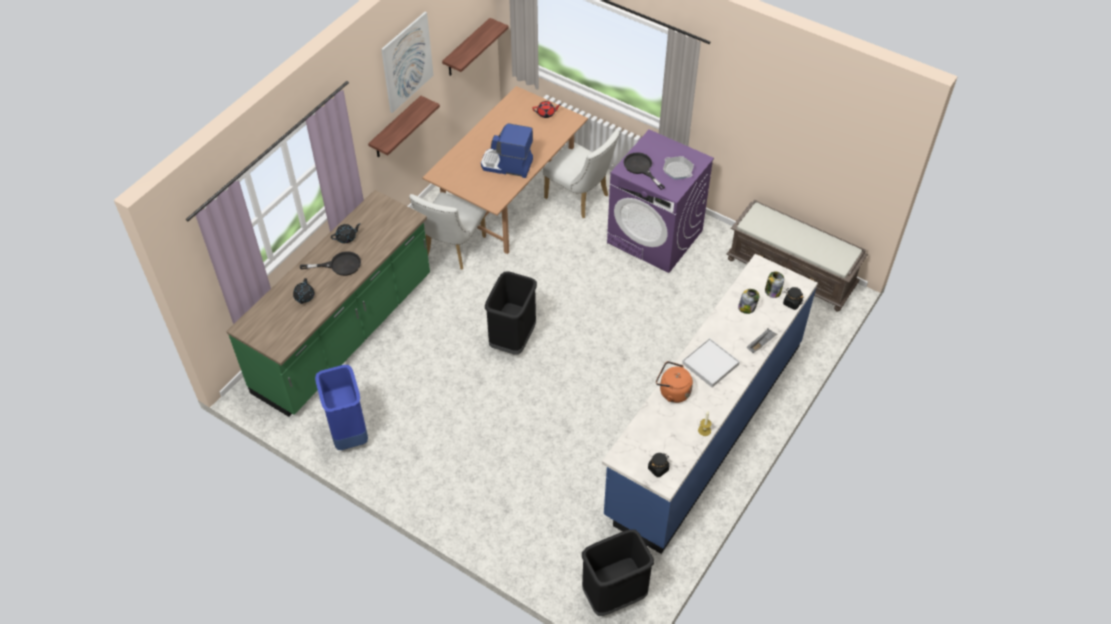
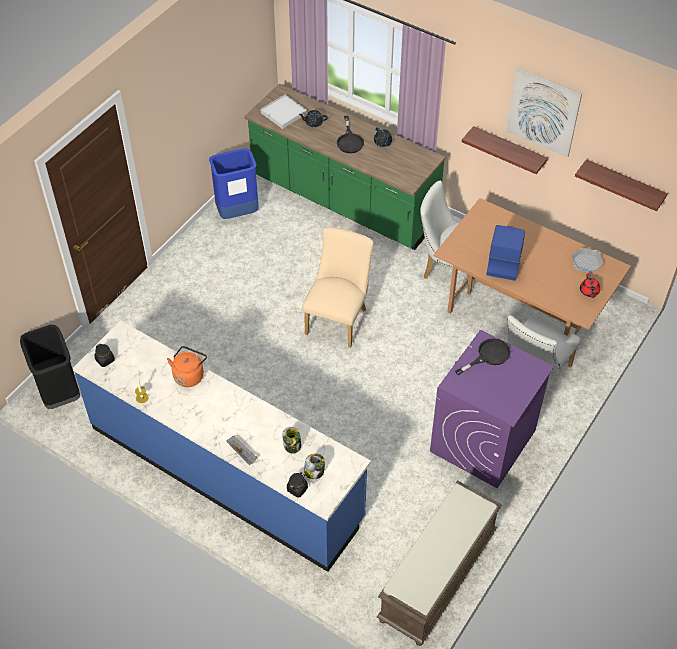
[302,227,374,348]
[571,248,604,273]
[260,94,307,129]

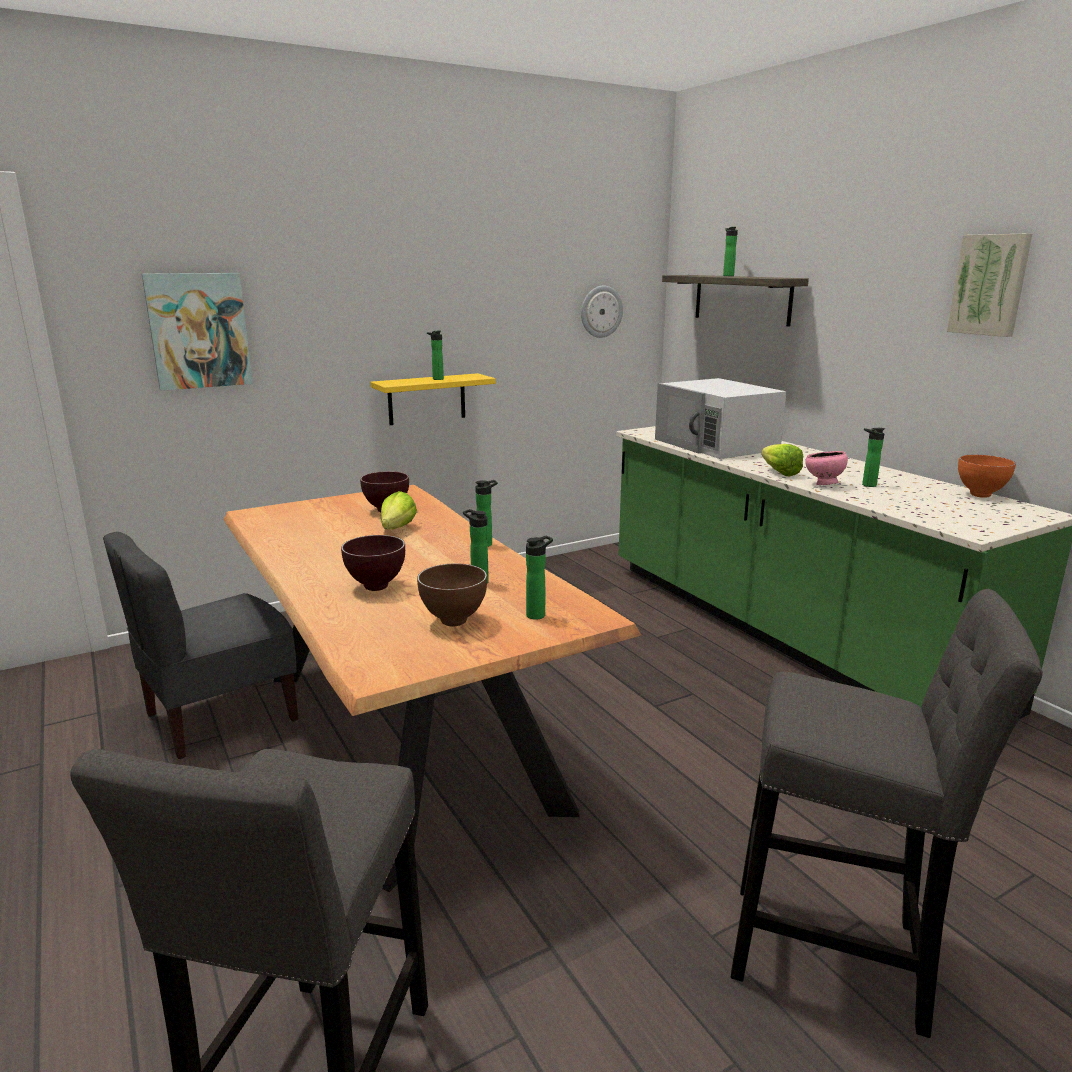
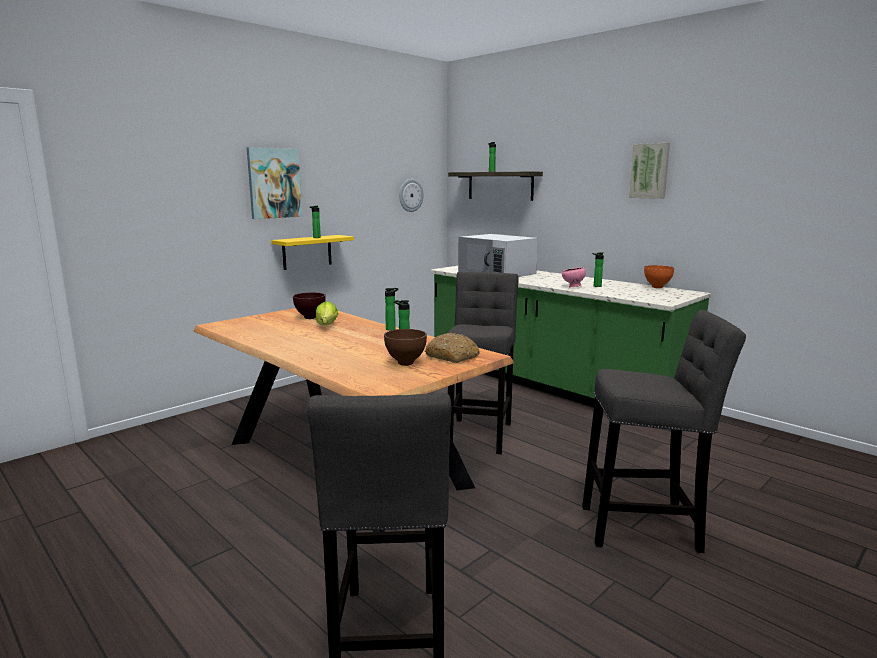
[103,532,299,759] (first image)
[247,147,302,219]
[341,535,405,591] (first image)
[425,333,480,363]
[761,444,803,477] (first image)
[447,272,518,454]

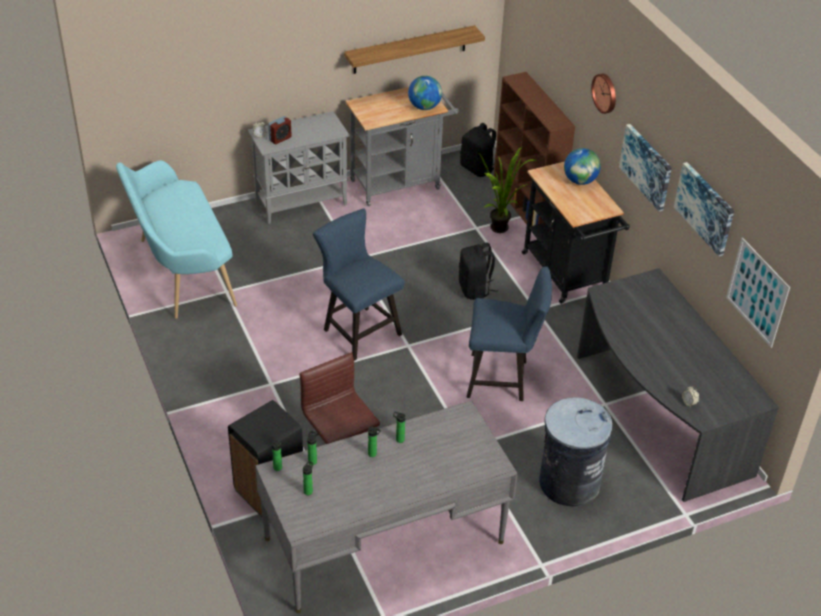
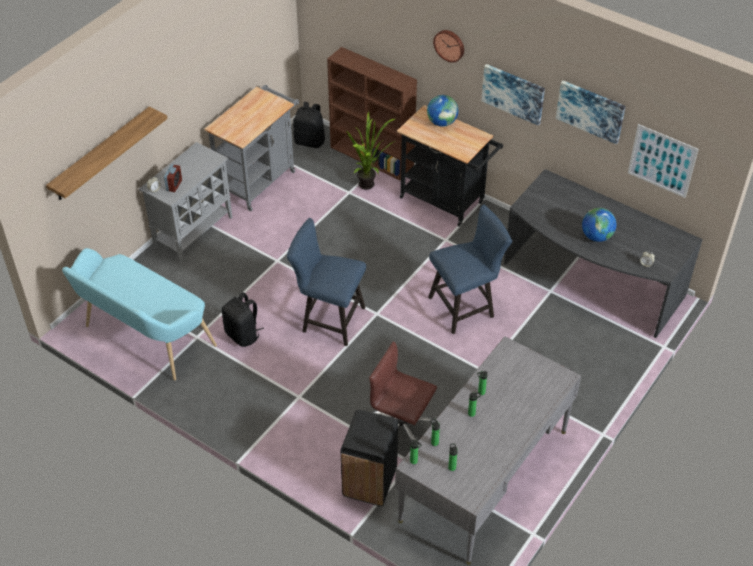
[46,106,168,200]
[582,208,616,242]
[222,292,264,347]
[539,398,612,506] (first image)

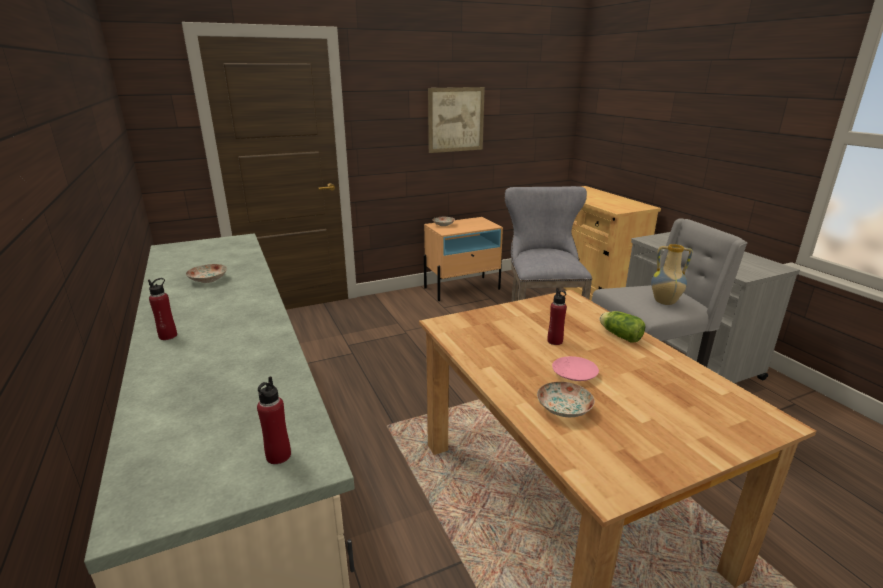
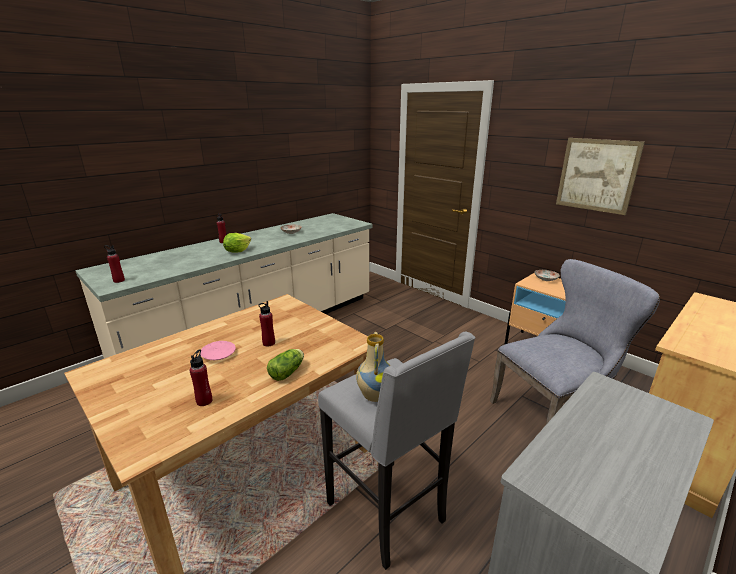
[537,382,595,417] (first image)
[190,350,212,406]
[223,233,251,253]

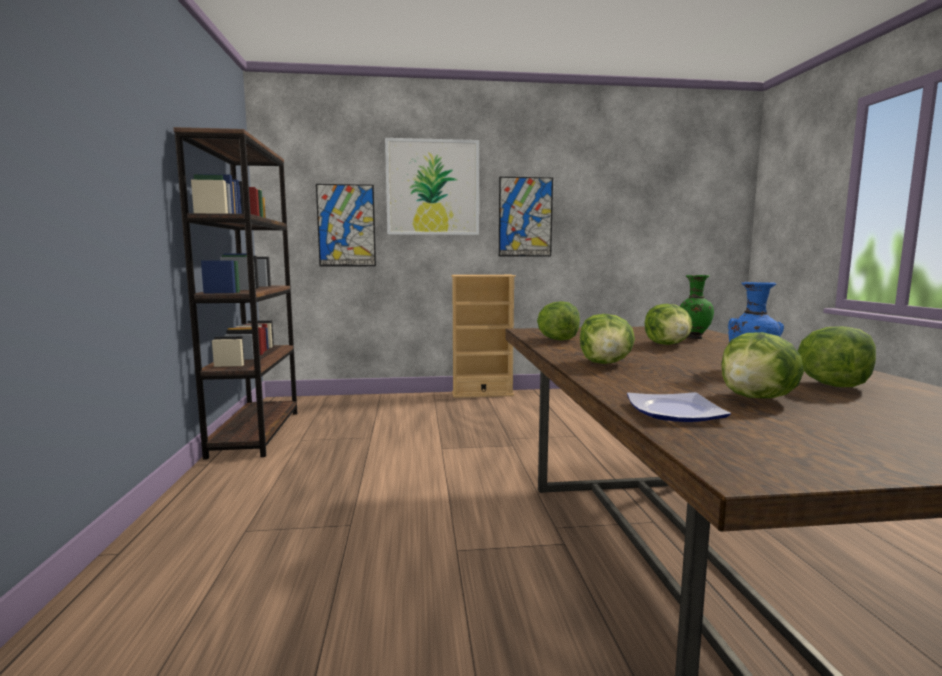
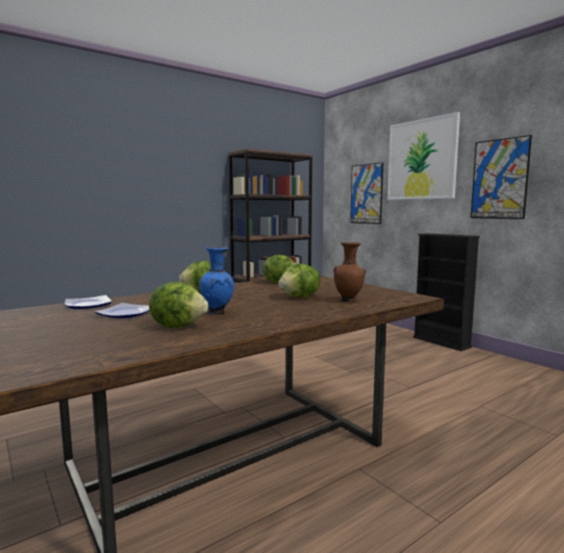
[413,233,480,351]
[333,242,366,302]
[95,303,150,318]

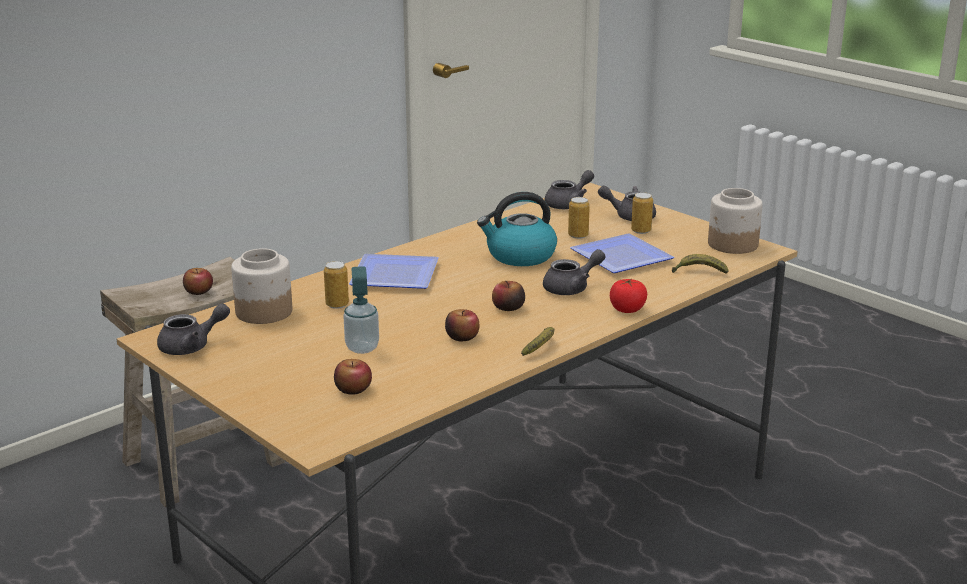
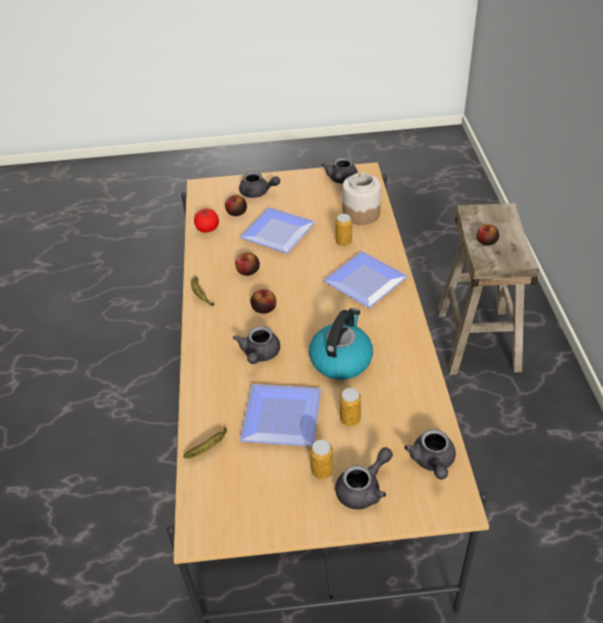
[240,207,315,253]
[194,209,219,233]
[708,188,762,254] (first image)
[239,172,280,198]

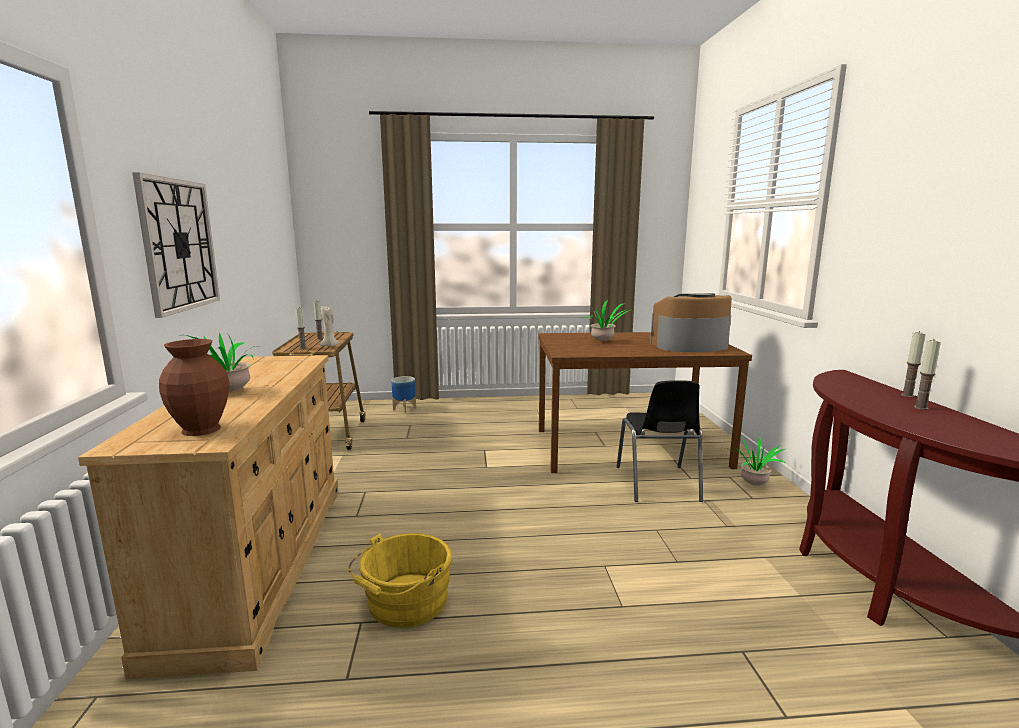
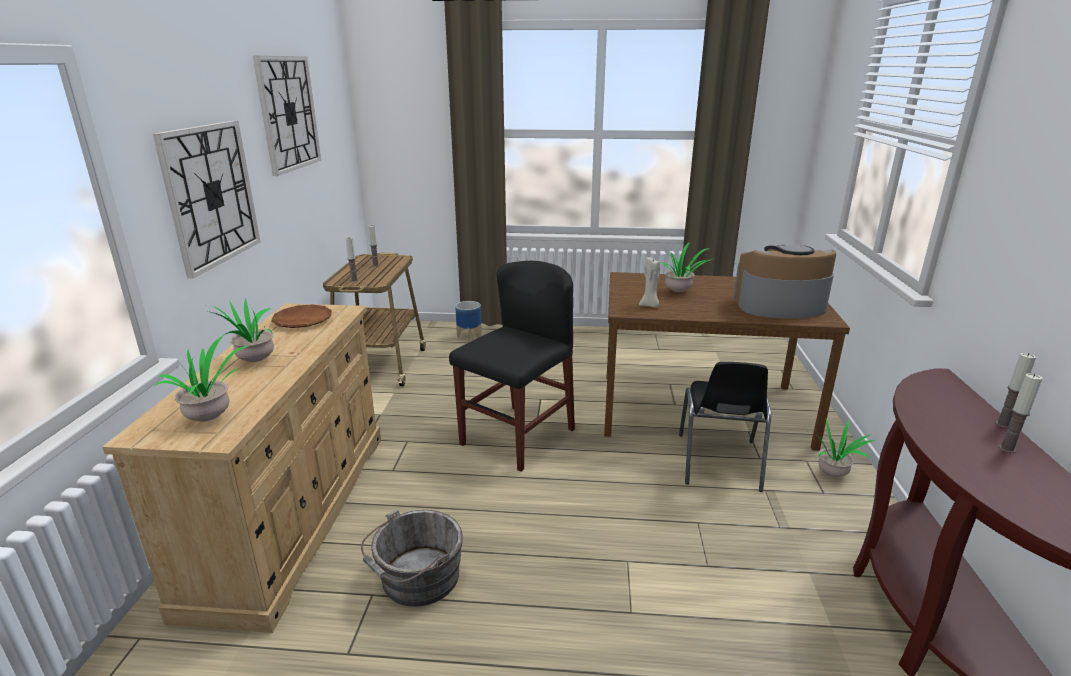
[154,335,250,422]
[639,257,660,307]
[361,509,463,607]
[253,56,321,176]
[271,304,332,328]
[449,261,575,472]

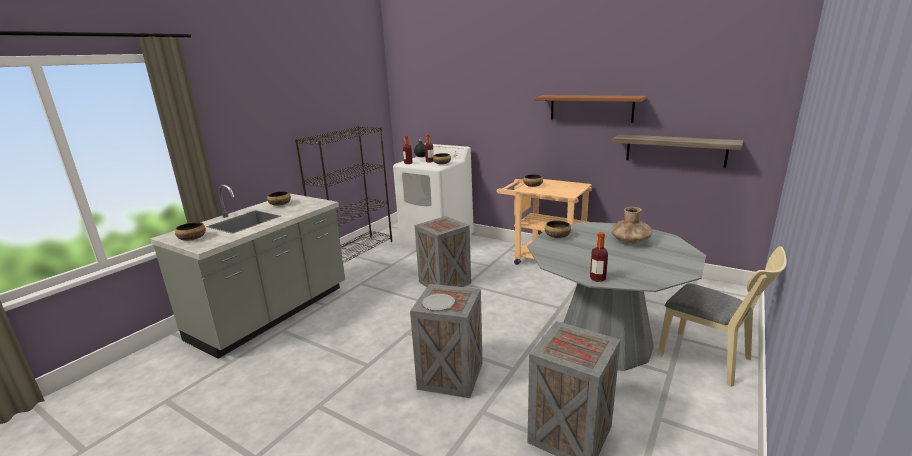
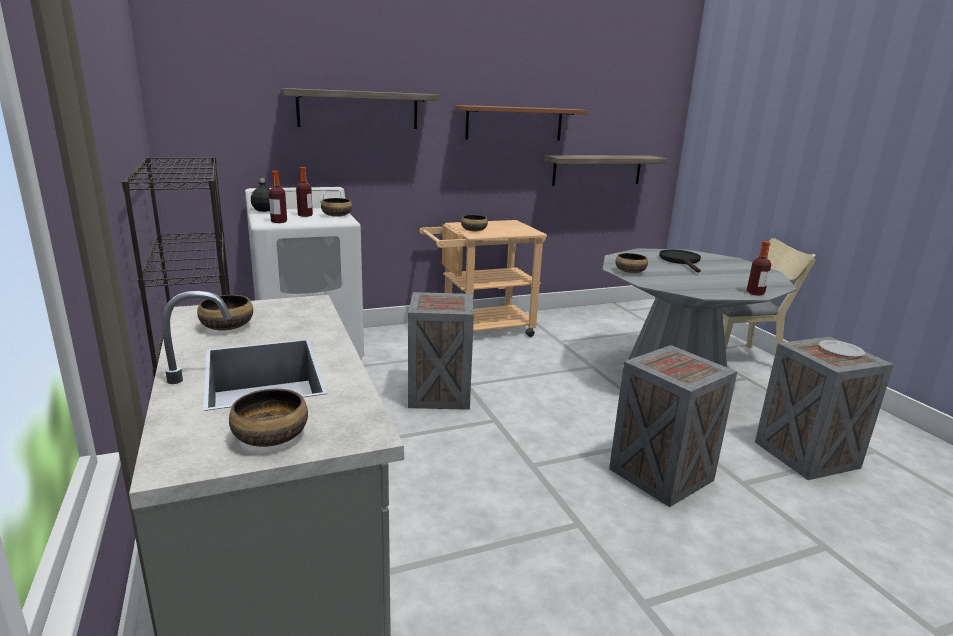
[819,340,865,357]
[659,250,701,273]
[281,88,439,129]

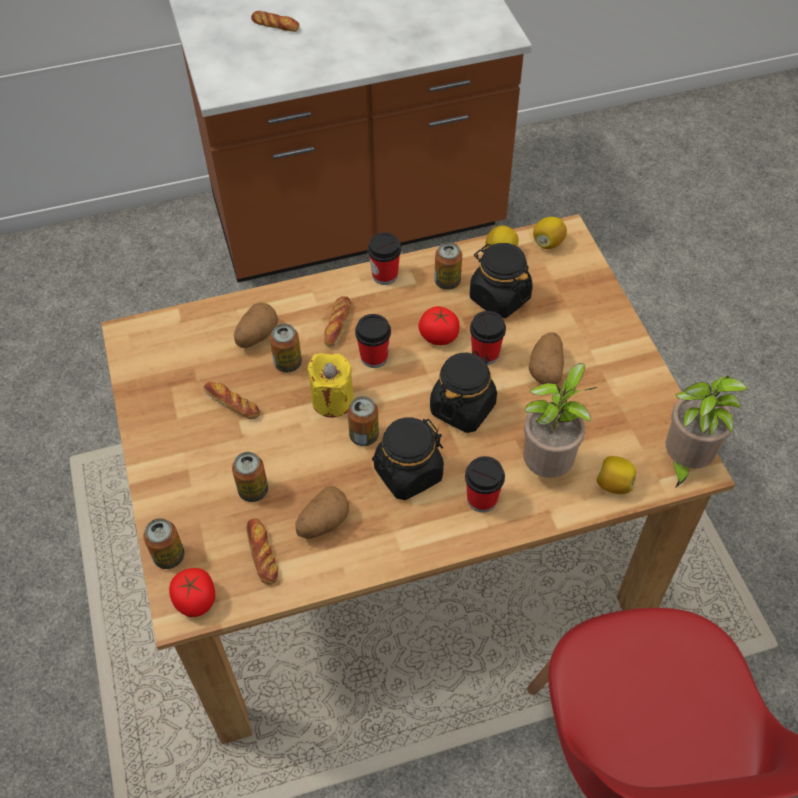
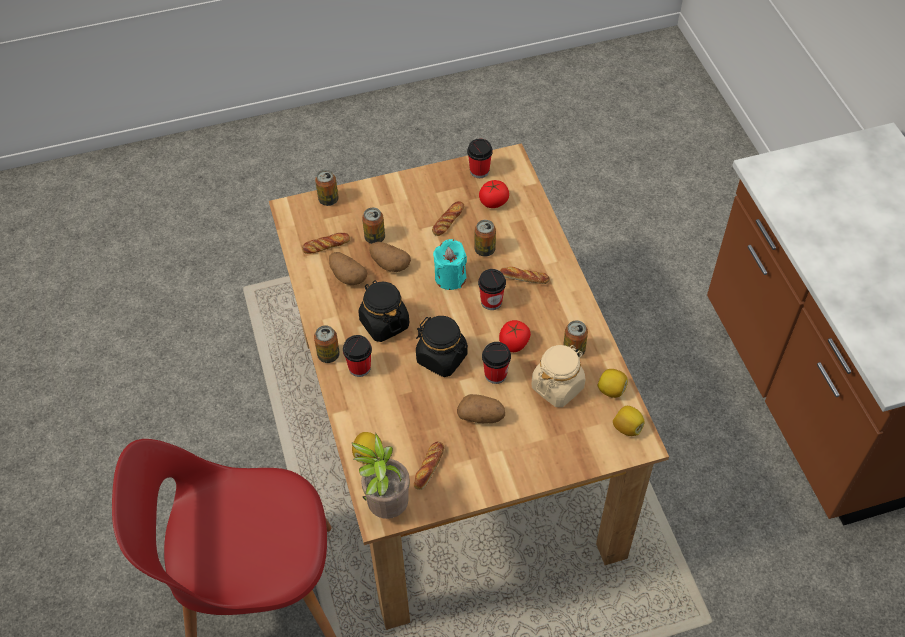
[479,180,509,208]
[369,242,411,272]
[414,442,444,490]
[433,239,467,290]
[314,325,340,363]
[467,139,493,178]
[531,345,585,407]
[523,363,597,478] (first image)

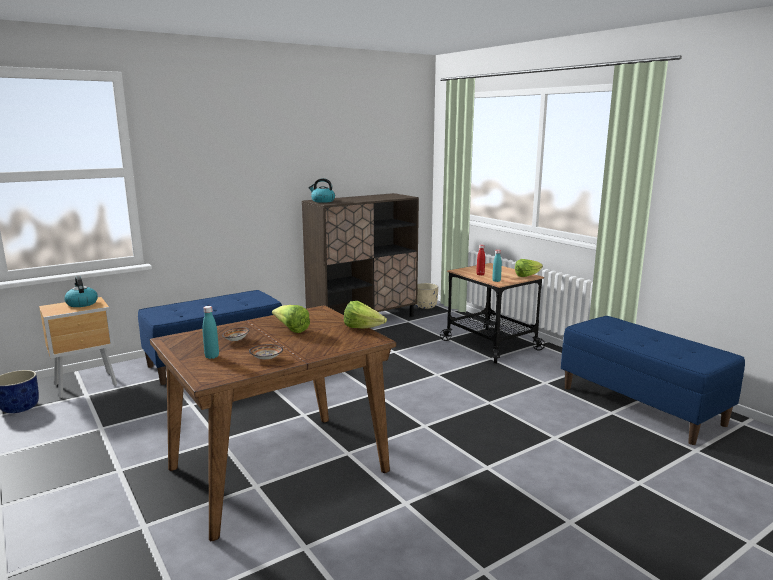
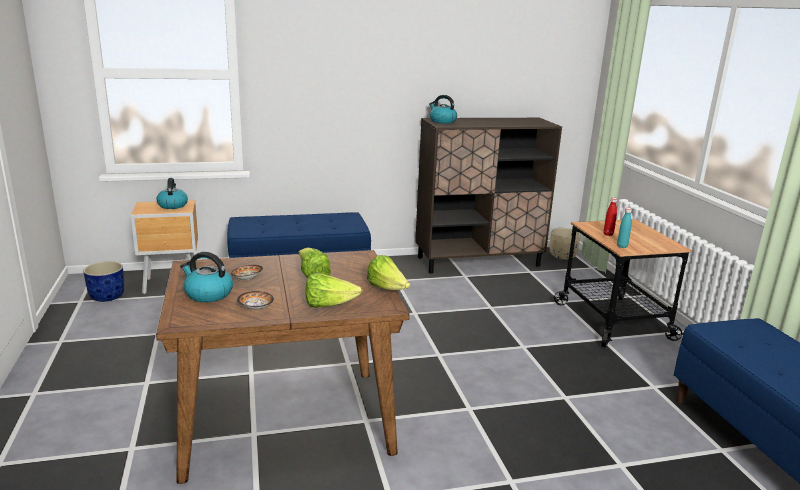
[180,252,233,302]
[306,272,363,308]

